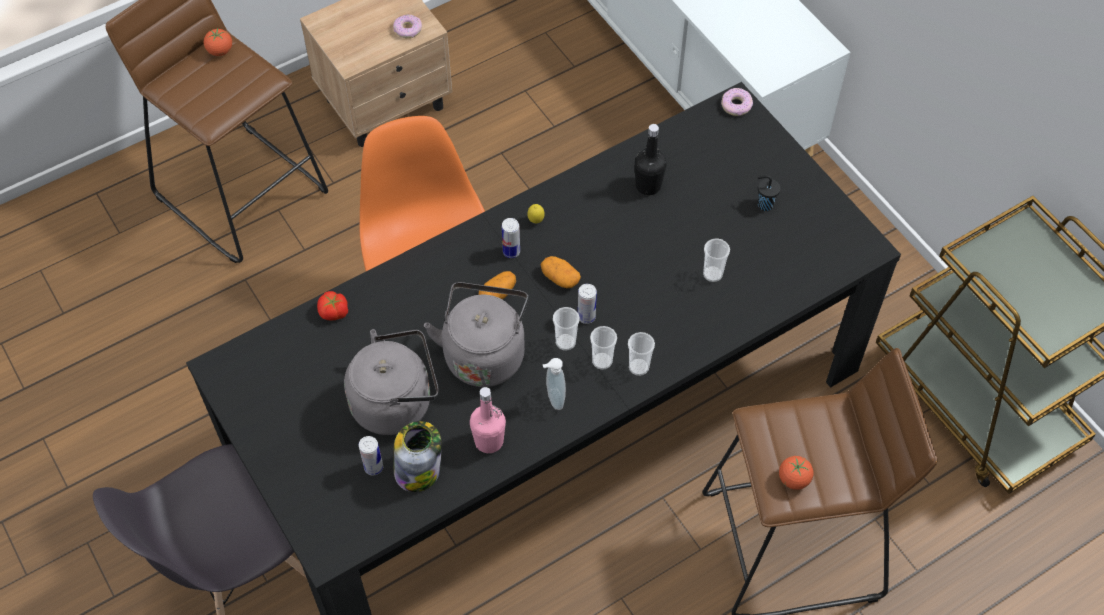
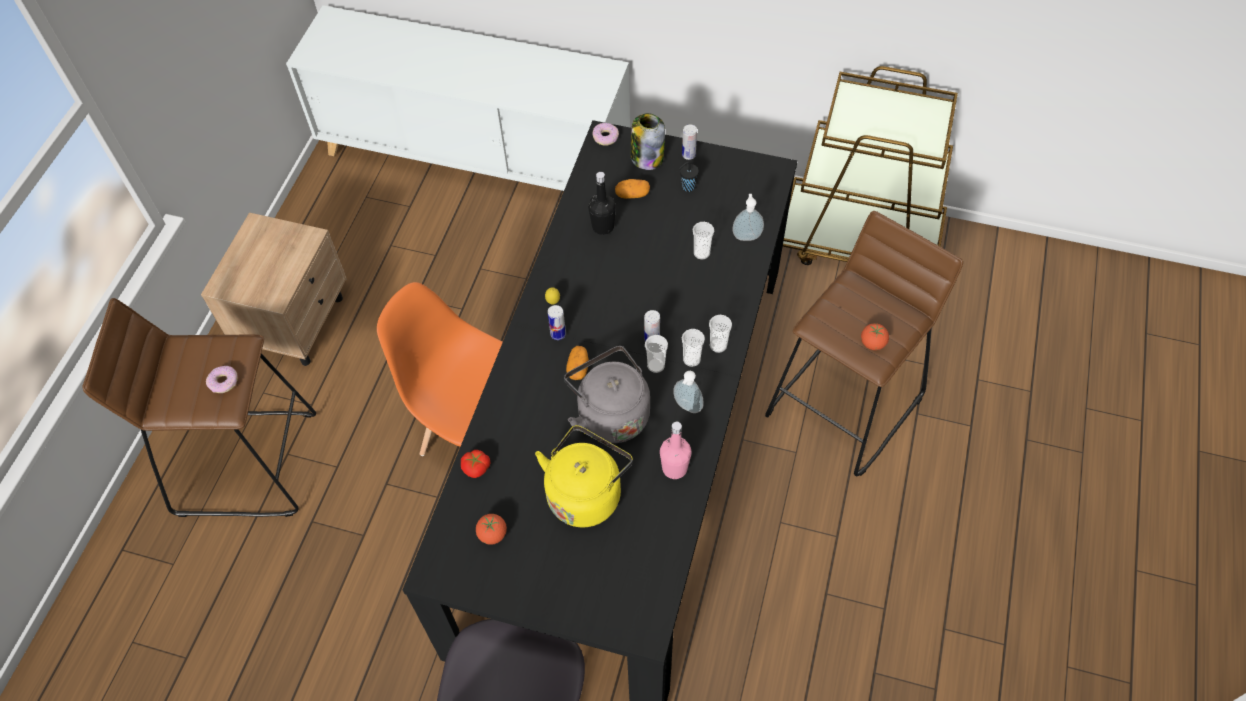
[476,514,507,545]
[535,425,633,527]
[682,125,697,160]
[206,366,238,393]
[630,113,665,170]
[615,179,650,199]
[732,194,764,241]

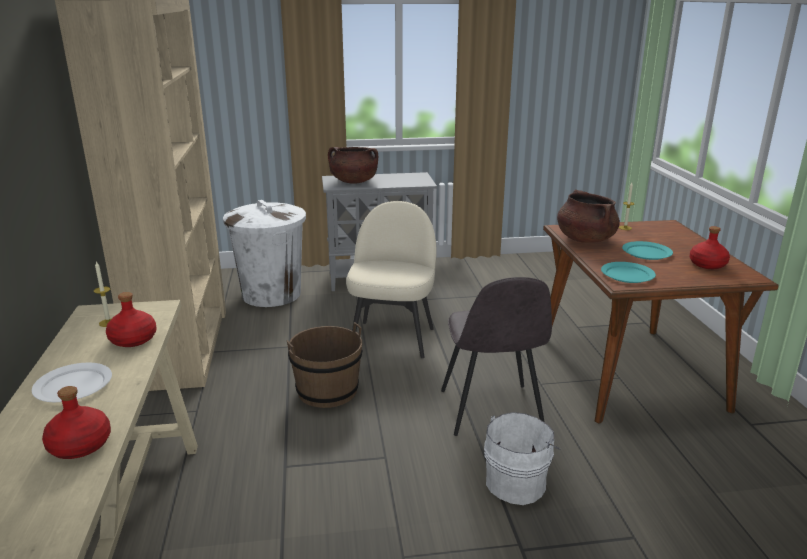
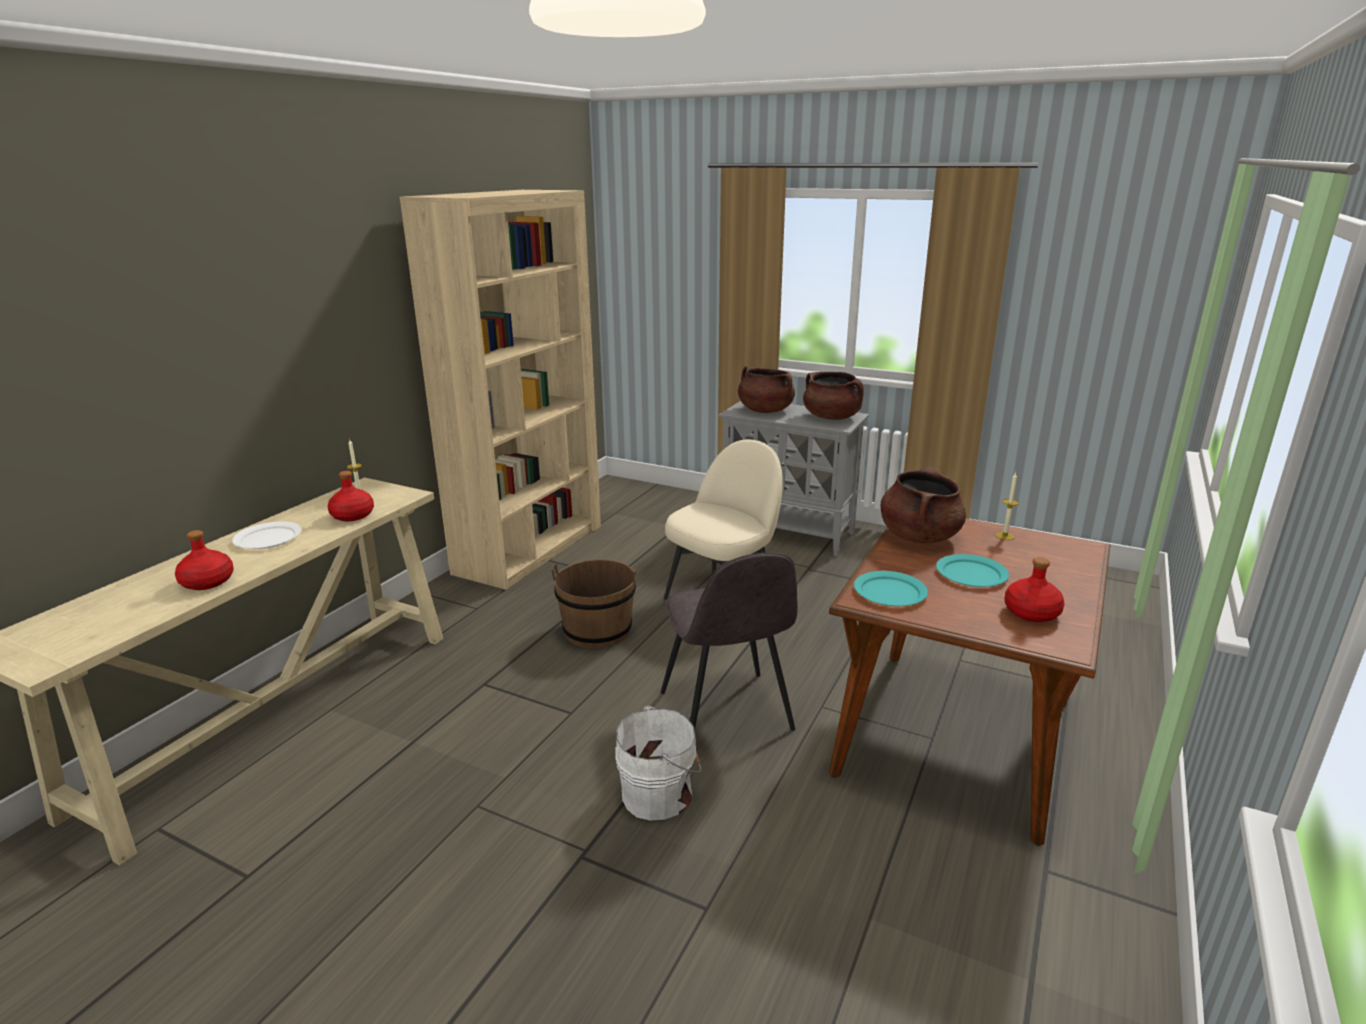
[223,200,306,307] (first image)
[661,553,798,731]
[803,372,864,420]

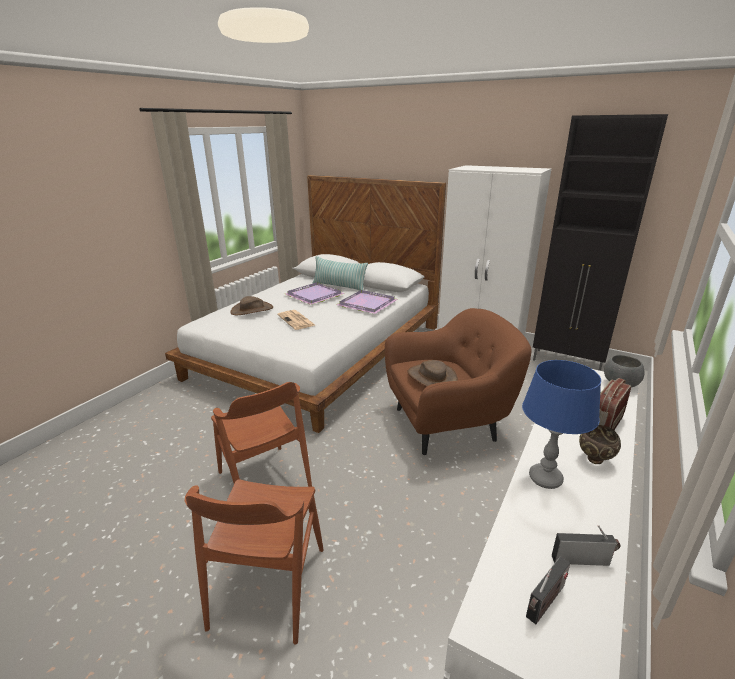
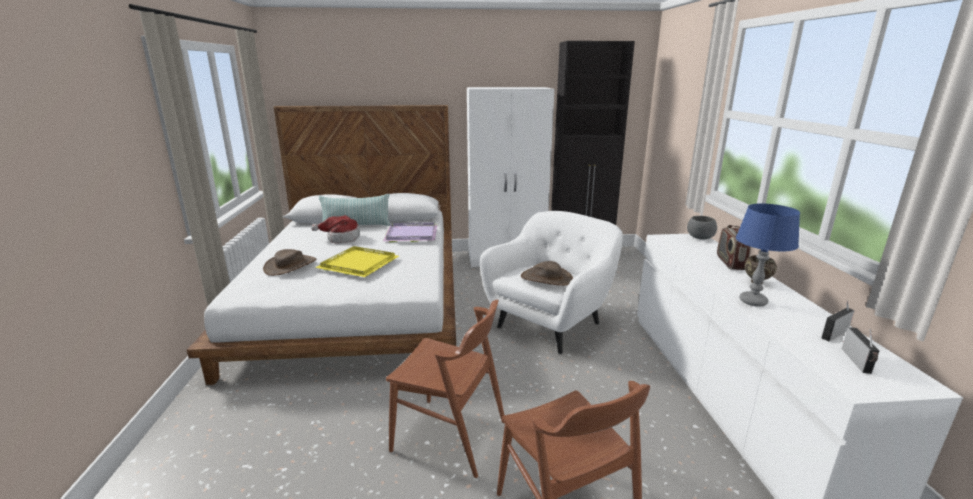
[315,246,399,277]
[311,215,360,244]
[480,211,623,354]

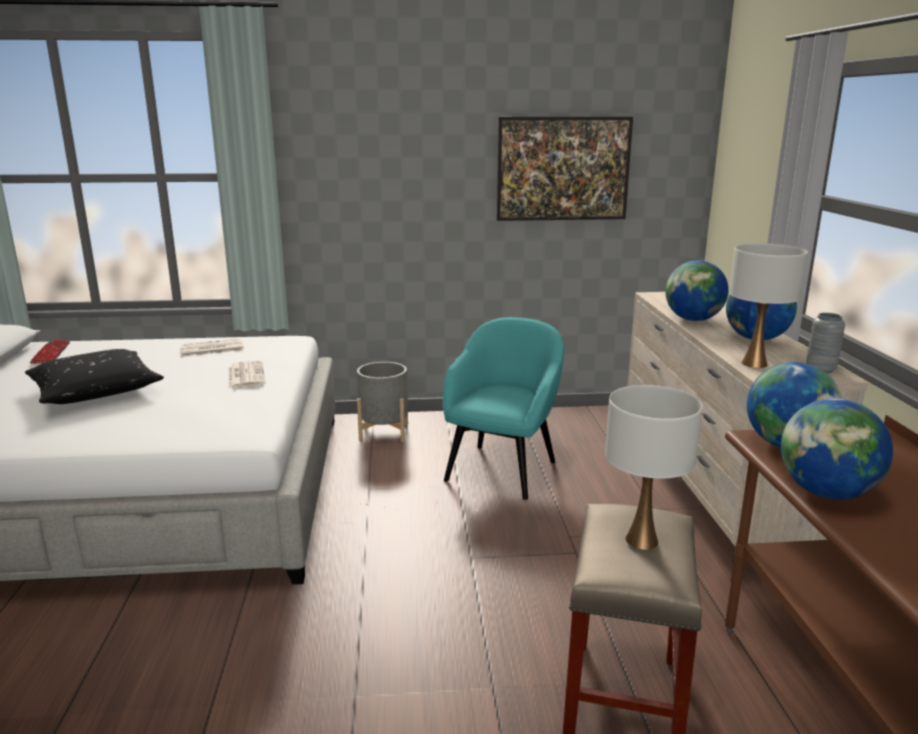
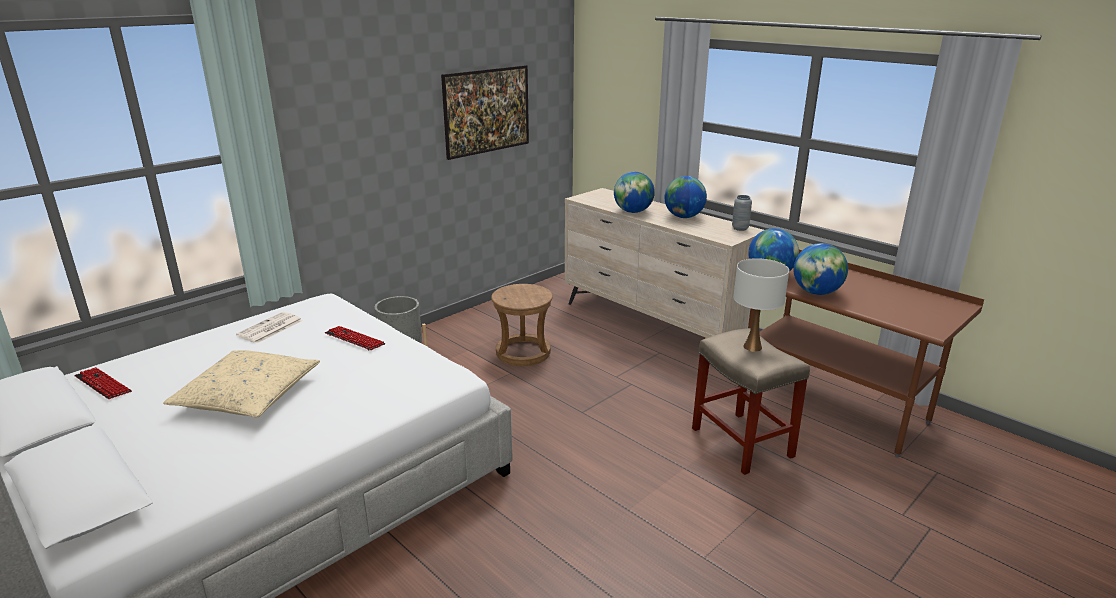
[163,350,320,417]
[325,326,385,350]
[491,284,553,366]
[729,243,808,368] (first image)

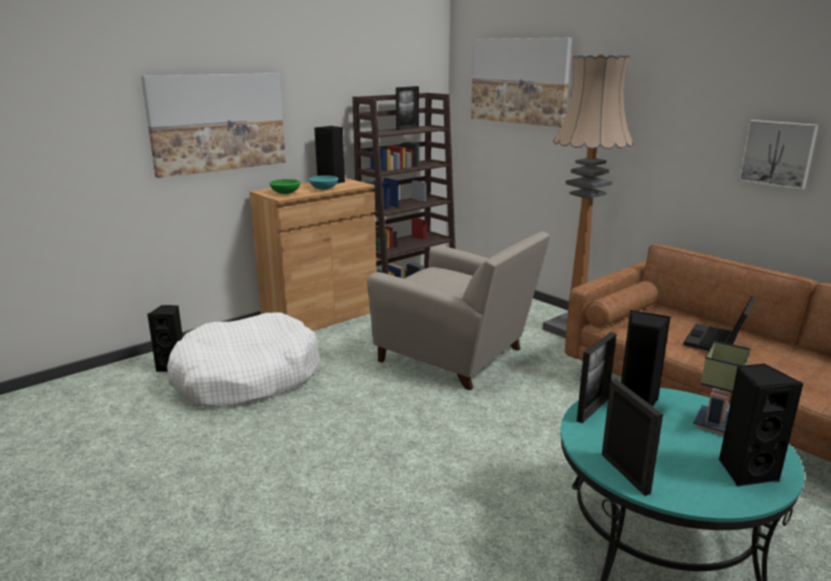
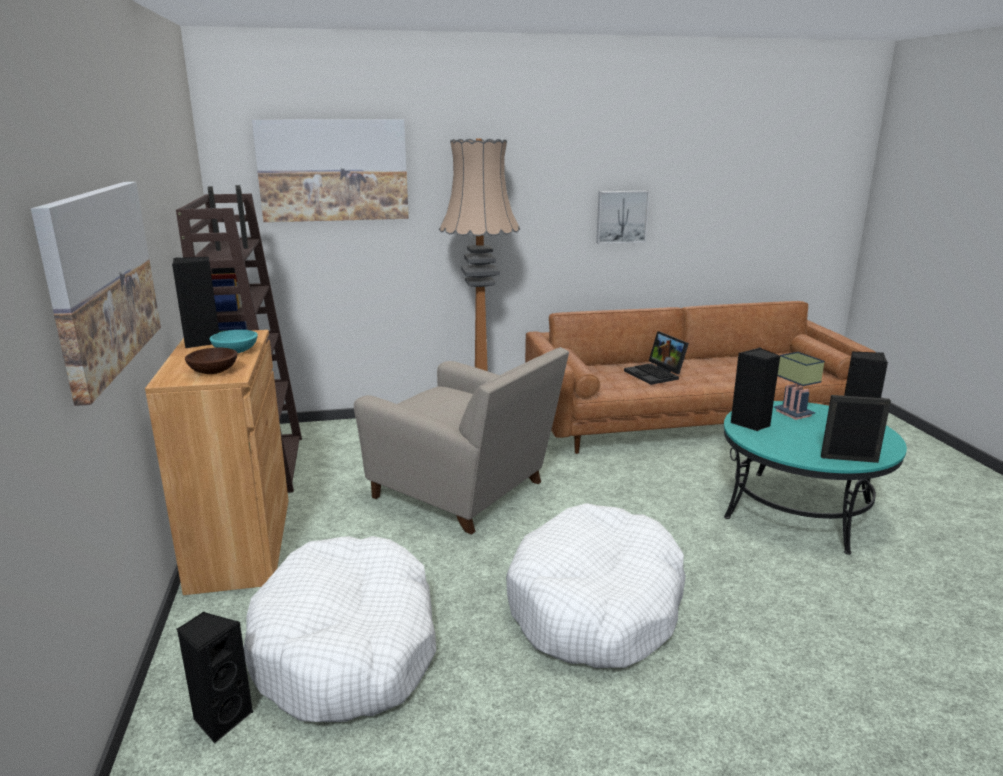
[185,348,238,374]
[354,347,569,535]
[235,185,248,249]
[506,503,686,668]

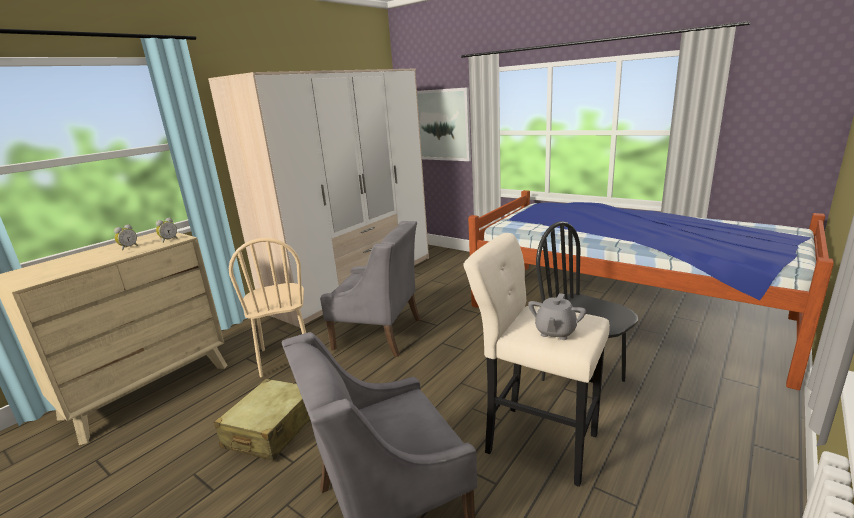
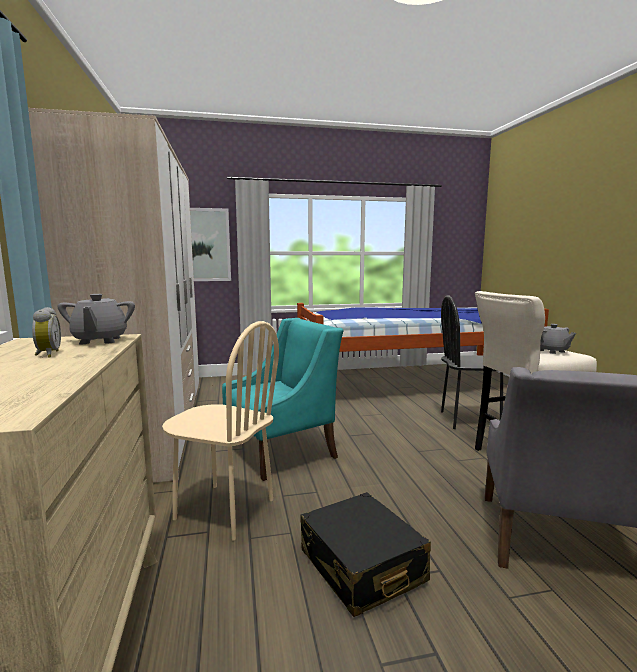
[57,294,135,344]
[300,492,431,617]
[222,318,343,481]

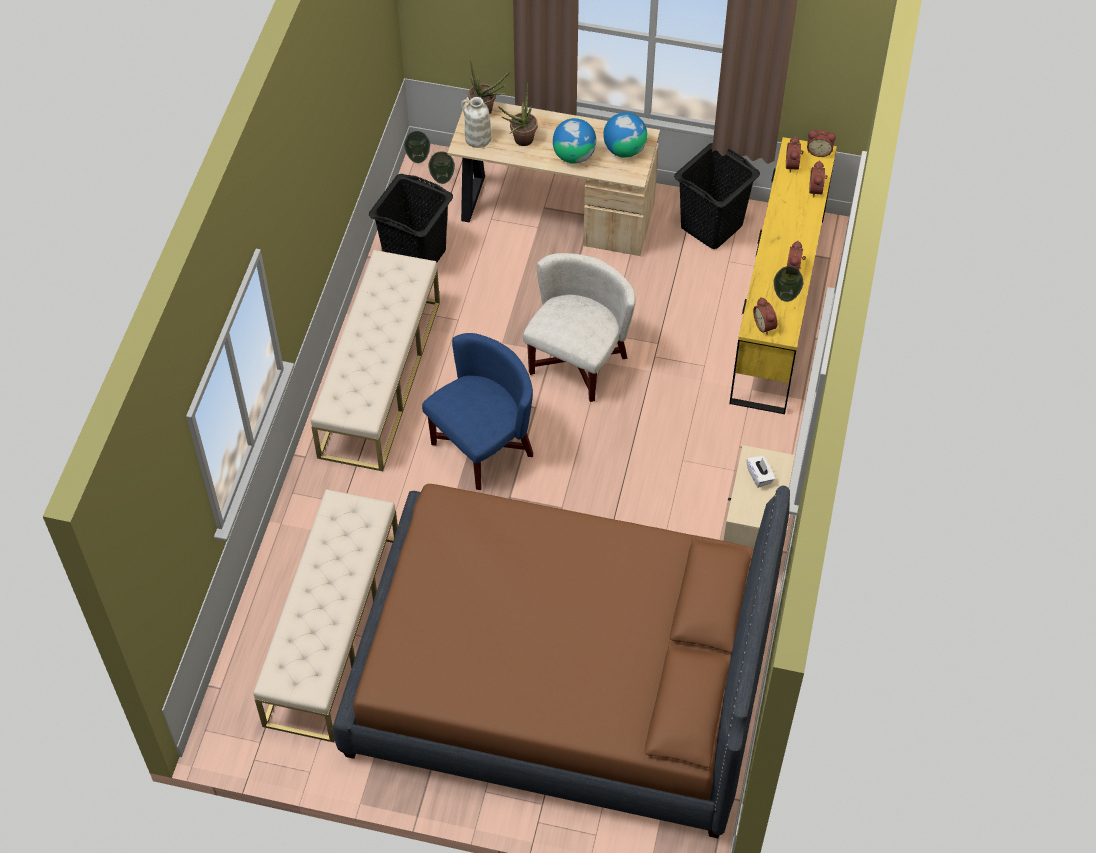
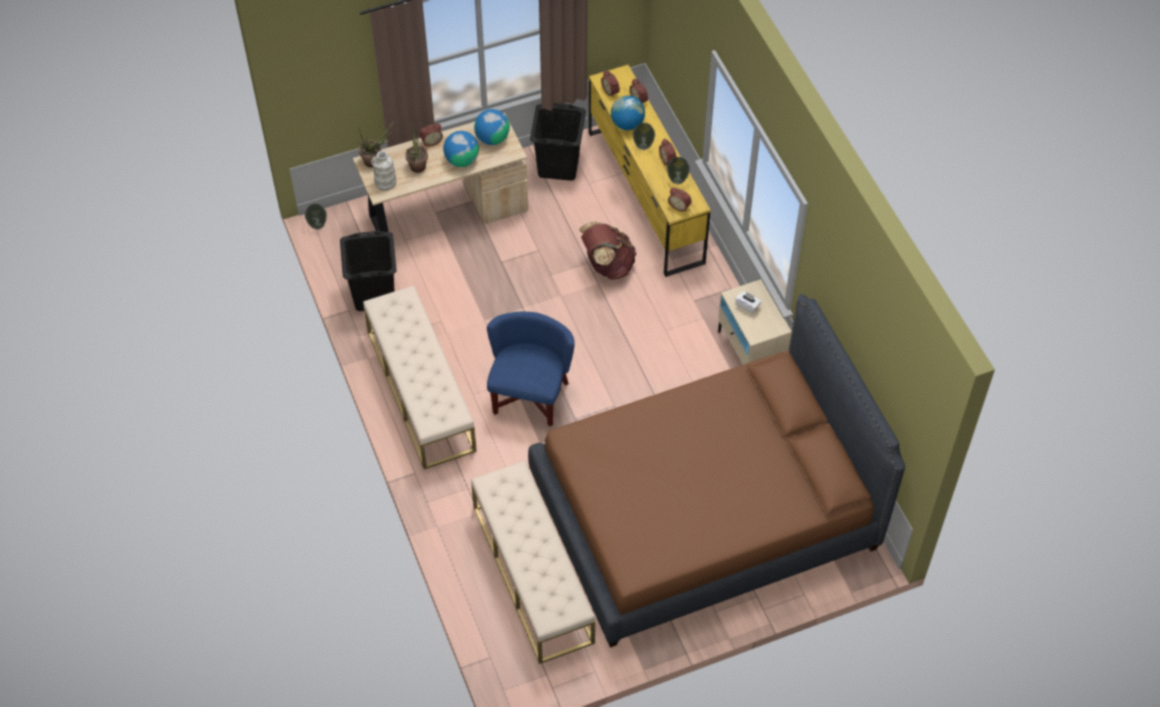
[633,123,655,150]
[523,253,636,402] (first image)
[420,124,443,146]
[579,221,637,280]
[611,95,645,130]

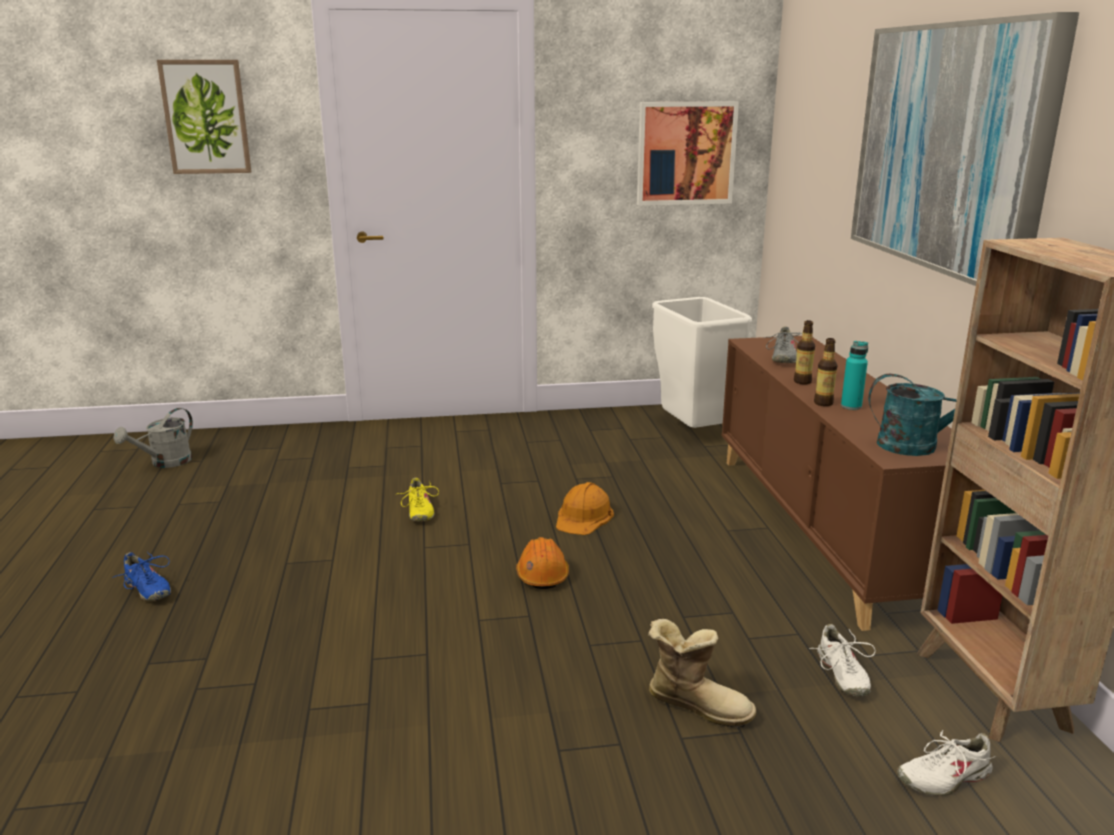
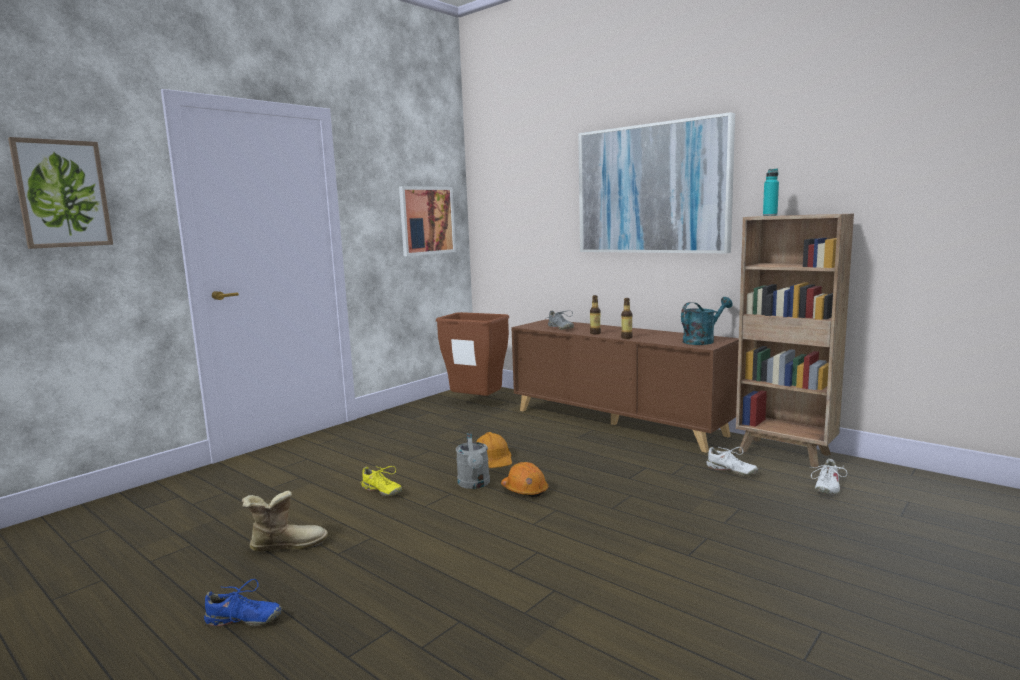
[456,433,490,489]
[242,491,328,551]
[436,312,509,396]
[763,169,779,216]

